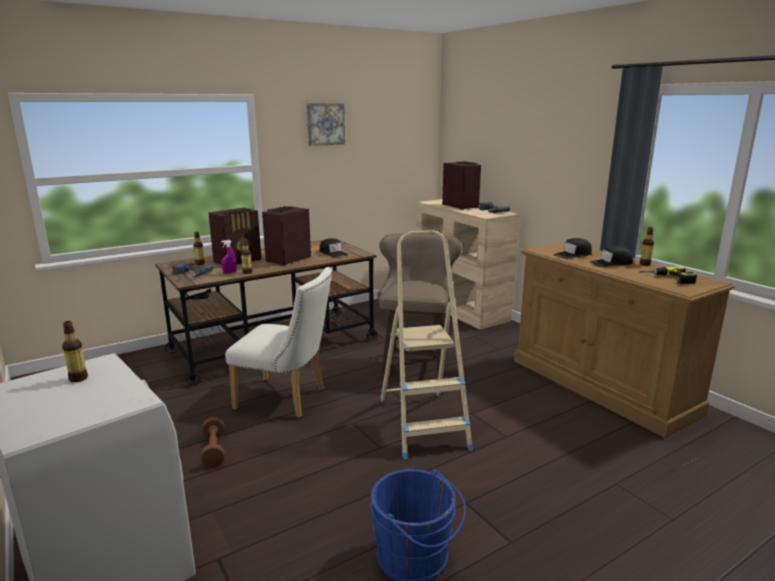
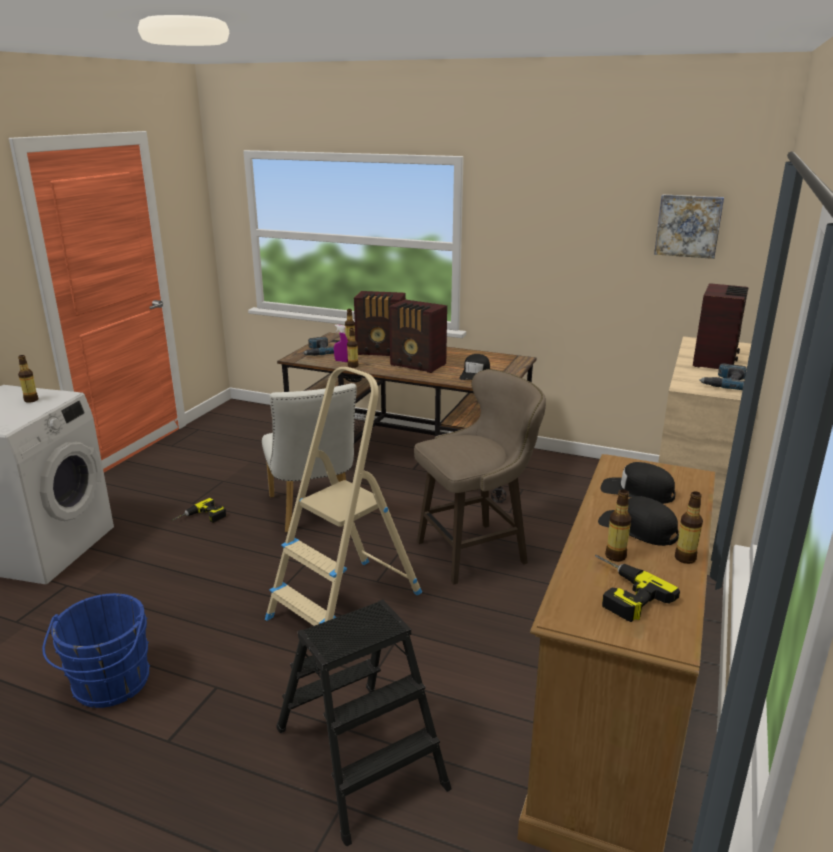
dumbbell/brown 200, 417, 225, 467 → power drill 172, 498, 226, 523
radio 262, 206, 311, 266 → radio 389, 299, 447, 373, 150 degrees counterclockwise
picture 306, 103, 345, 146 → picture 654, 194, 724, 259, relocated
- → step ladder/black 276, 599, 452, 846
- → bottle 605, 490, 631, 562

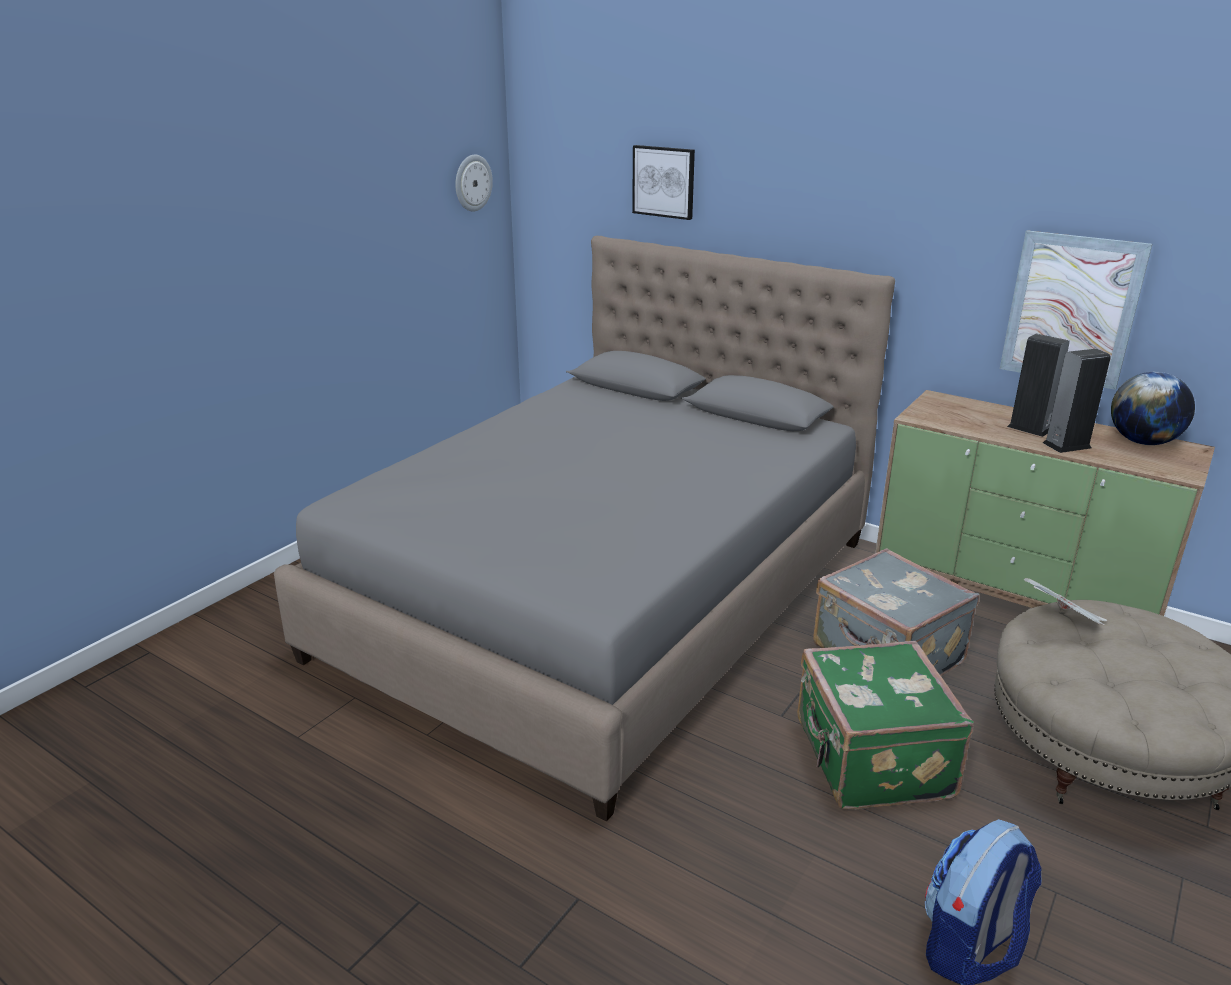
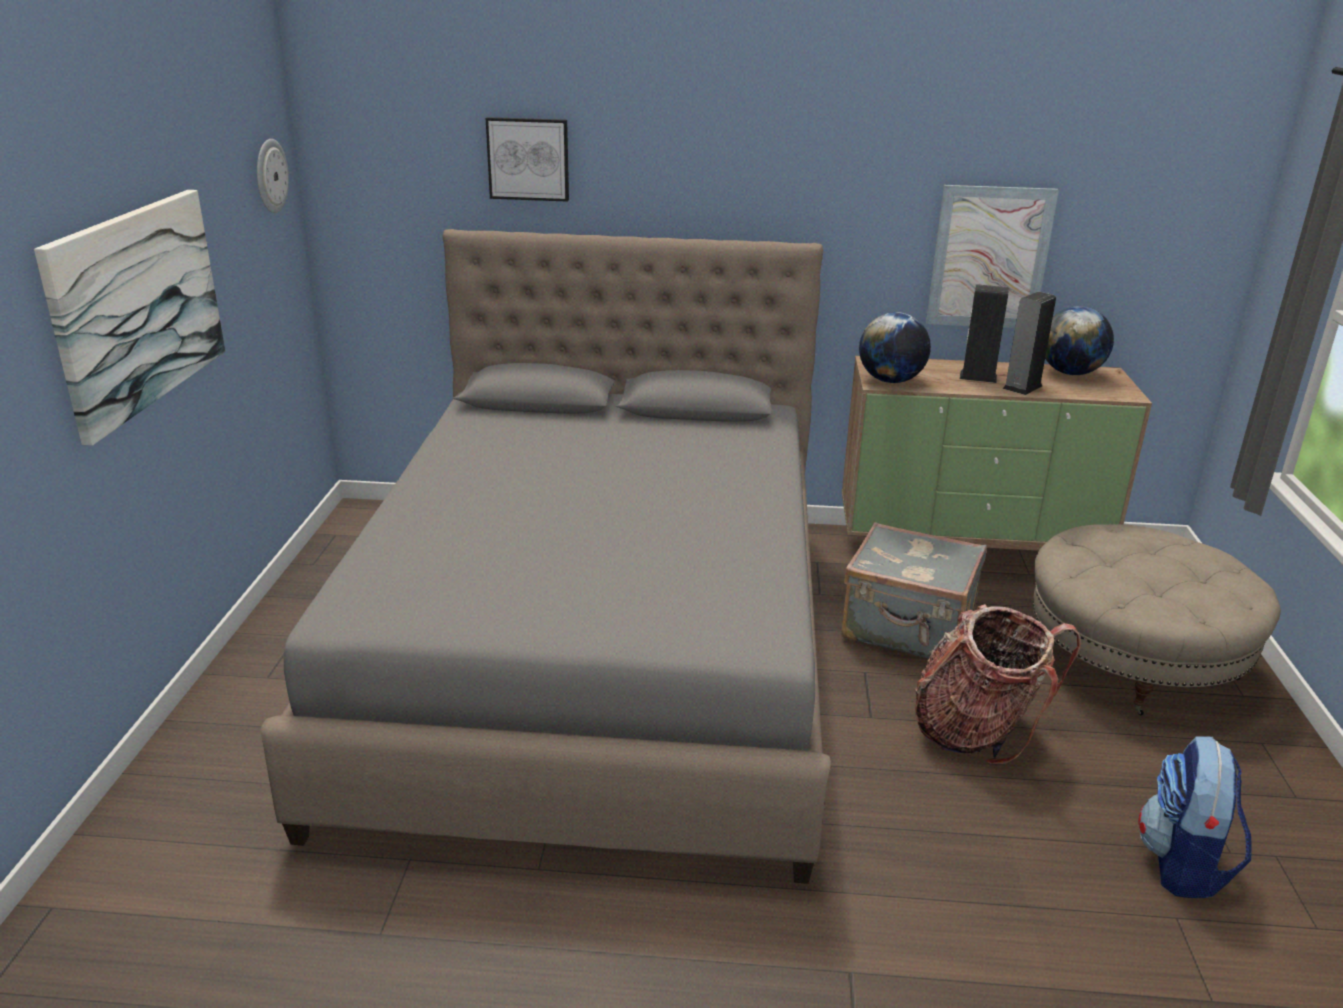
suitcase/green 797, 641, 974, 810 → backpack 915, 604, 1081, 765
newspaper 1024, 578, 1107, 625 → -
- → picture 34, 190, 225, 445
- → globe 859, 312, 931, 383

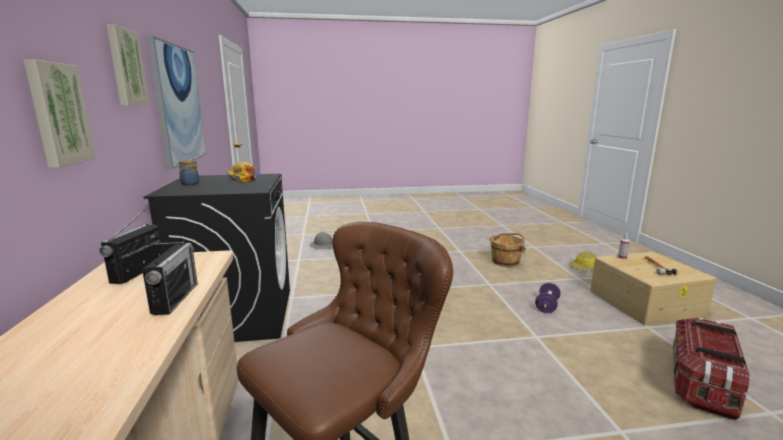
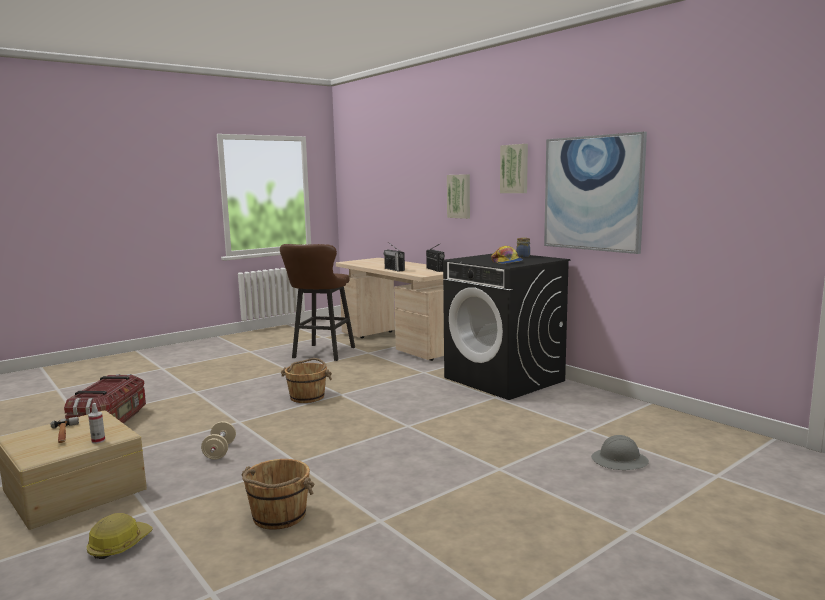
dumbbell/purple 535, 283, 561, 313 → dumbbell/beige 201, 421, 236, 460
- → bucket/brown 281, 358, 332, 403

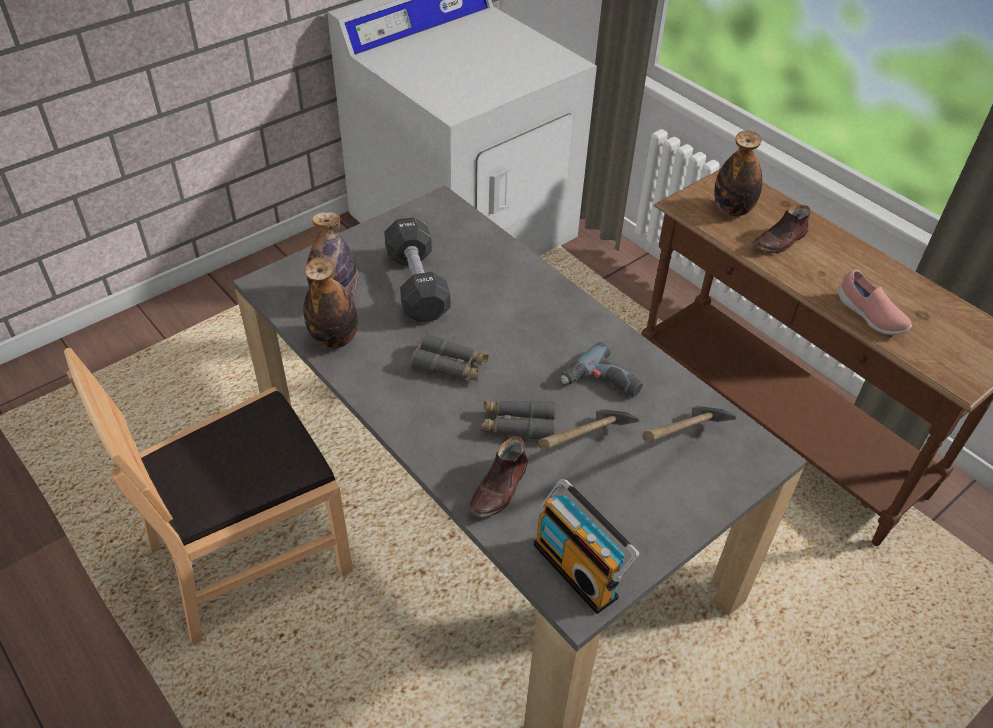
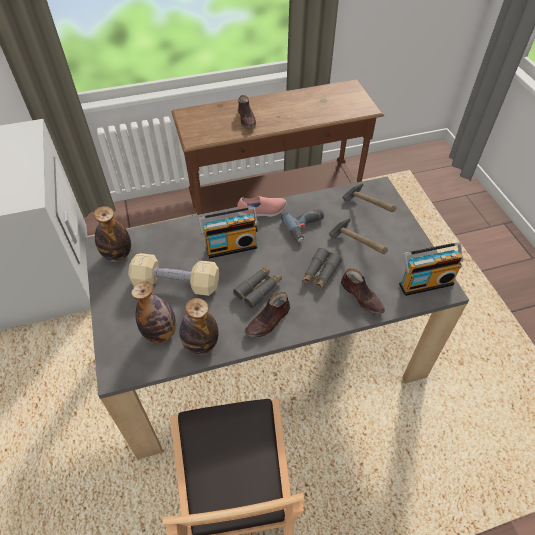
dumbbell/black 384, 217, 450, 322 → dumbbell/beige 128, 253, 219, 296
bottle 714, 130, 762, 216 → bottle 94, 206, 131, 262, relocated
shoe/pink 838, 269, 912, 335 → shoe/pink 237, 196, 286, 217, relocated
- → radio 198, 207, 258, 259
- → shoe/brown 245, 292, 290, 337

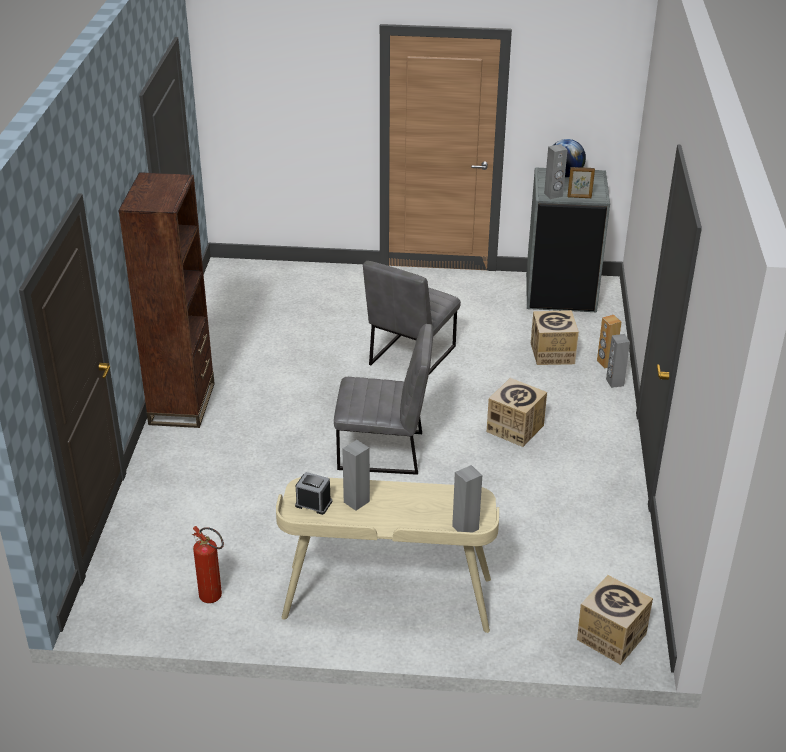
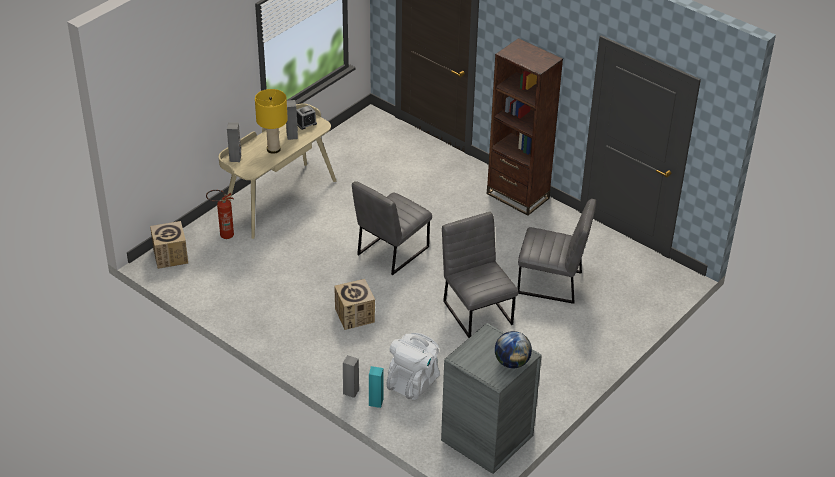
fire extinguisher 192, 526, 224, 603 → fire extinguisher 206, 190, 234, 239, relocated
cardboard box 531, 310, 579, 365 → backpack/white 386, 333, 440, 400
speaker/grey 544, 144, 568, 199 → -
picture frame 567, 167, 595, 198 → -
speaker/brown 597, 315, 621, 369 → speaker/turquoise 369, 366, 383, 408
- → table lamp/yellow 255, 89, 288, 154
- → chair/grey 517, 199, 596, 304

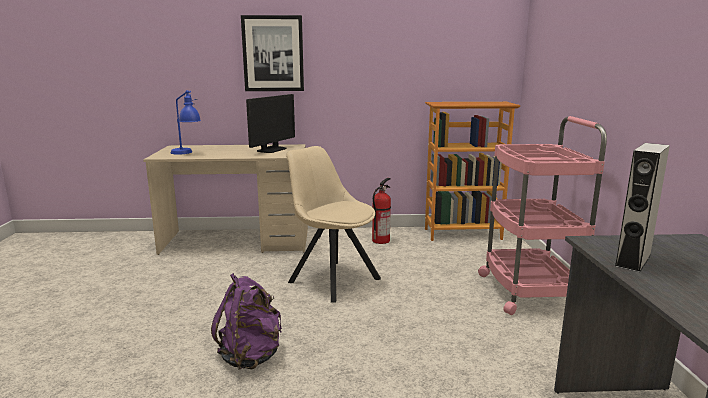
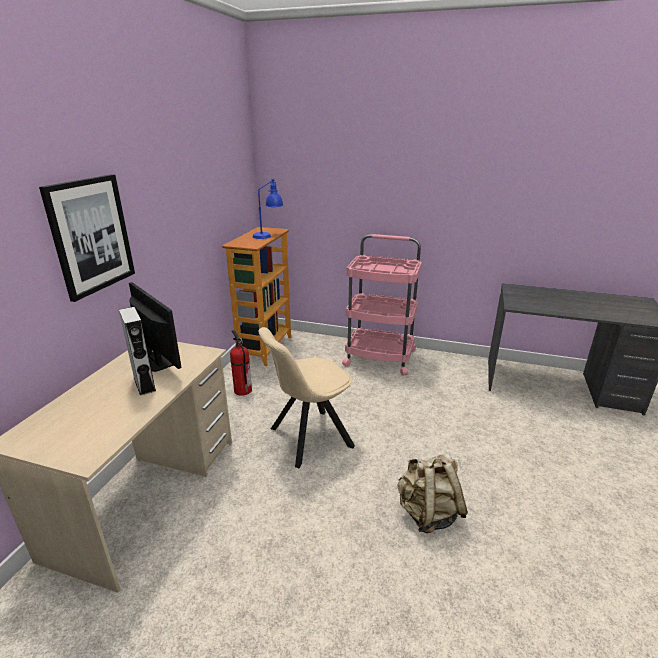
table lamp/blue 171, 90, 201, 155 → table lamp/blue 253, 179, 283, 239, relocated
backpack/purple 211, 273, 282, 369 → backpack/beige 398, 453, 468, 533
speaker/grey 615, 143, 670, 272 → speaker/grey 119, 307, 156, 396, relocated

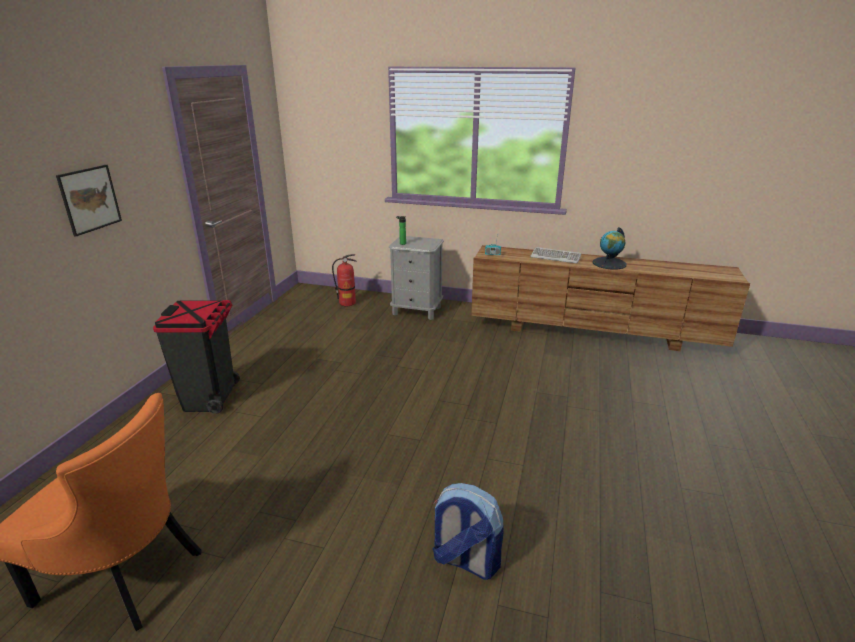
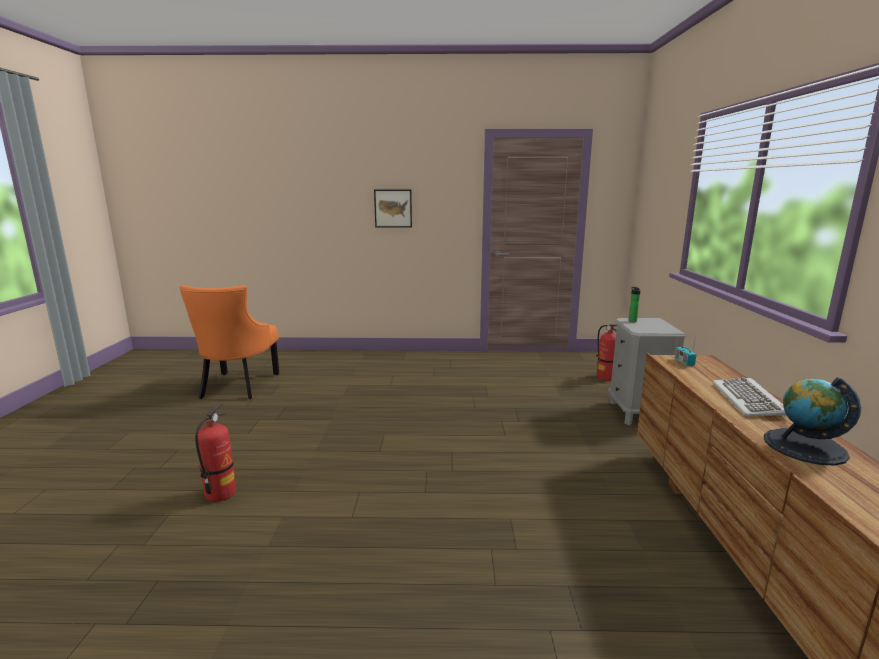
trash can/black 153, 300, 240, 414 → -
backpack 433, 483, 504, 580 → fire extinguisher 195, 403, 236, 502

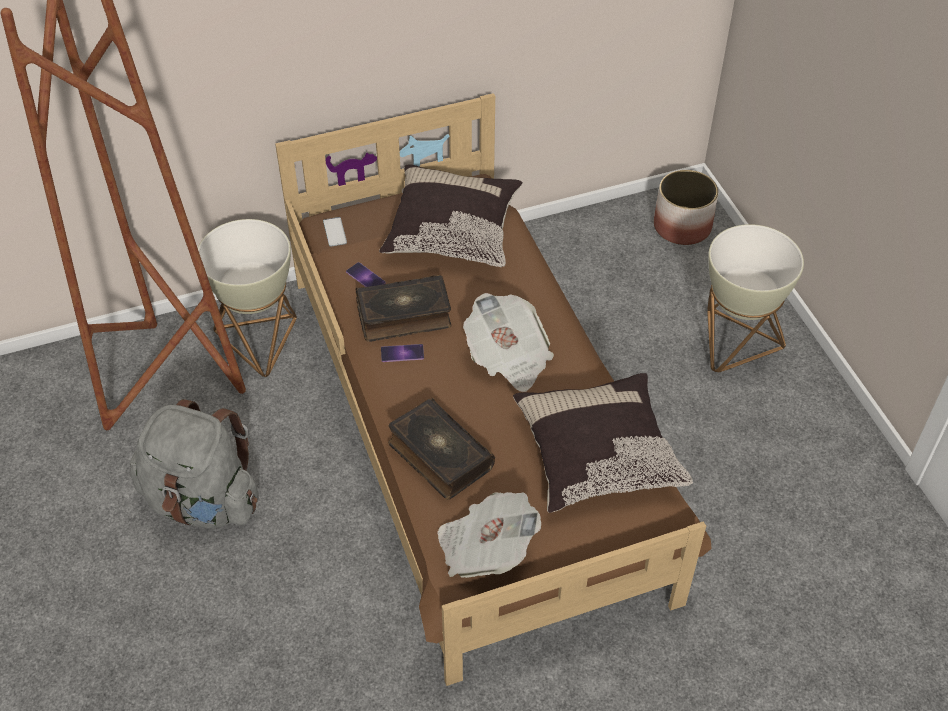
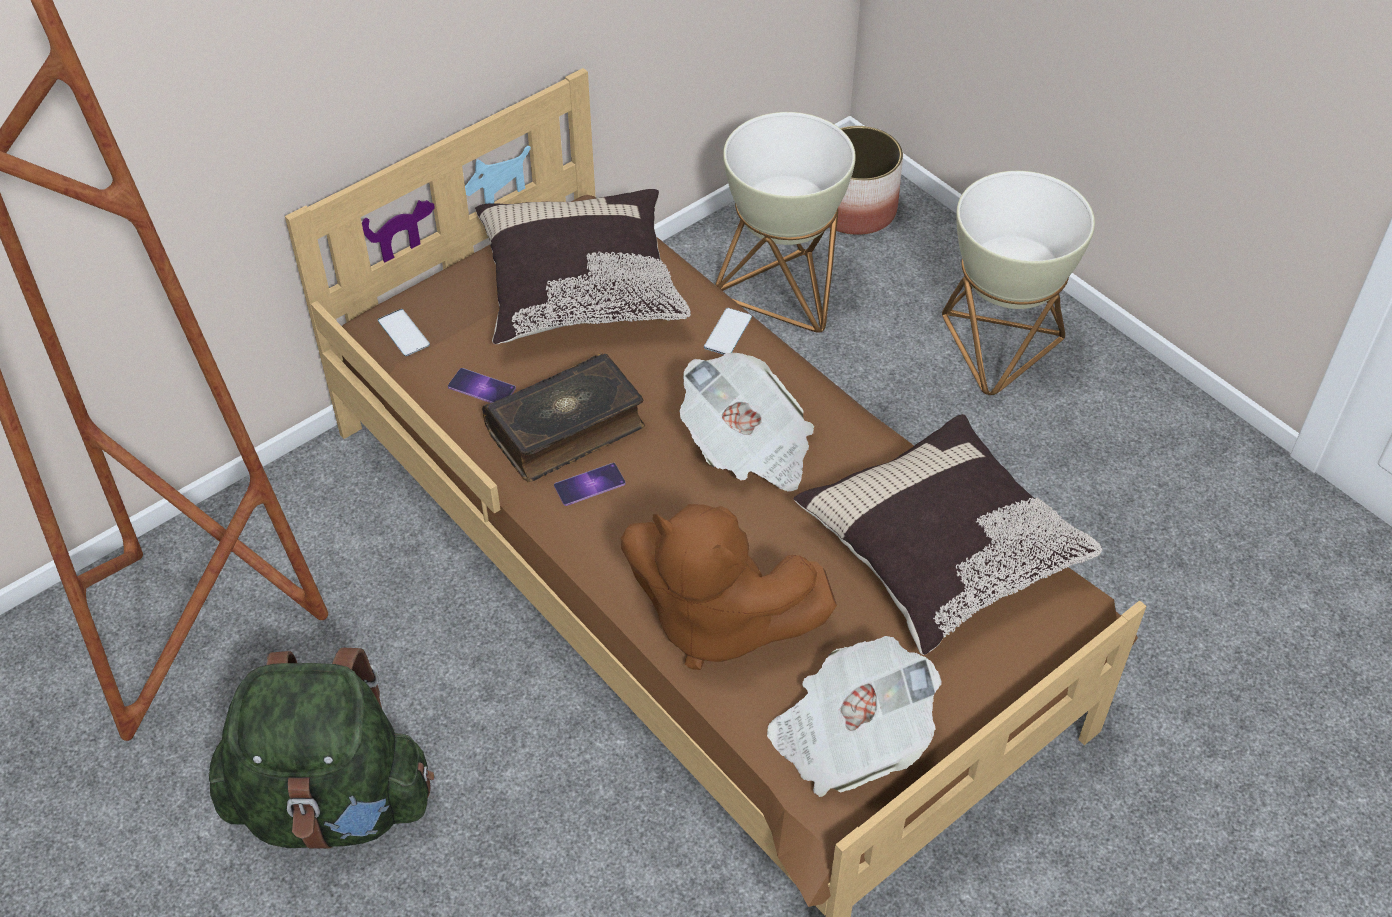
backpack/grey 130, 399, 259, 528 → backpack/green 209, 648, 434, 849
planter 198, 219, 297, 377 → planter 715, 112, 856, 333, relocated
book 388, 398, 495, 500 → plush toy/brown 621, 504, 837, 670
- → phone 704, 308, 752, 355

